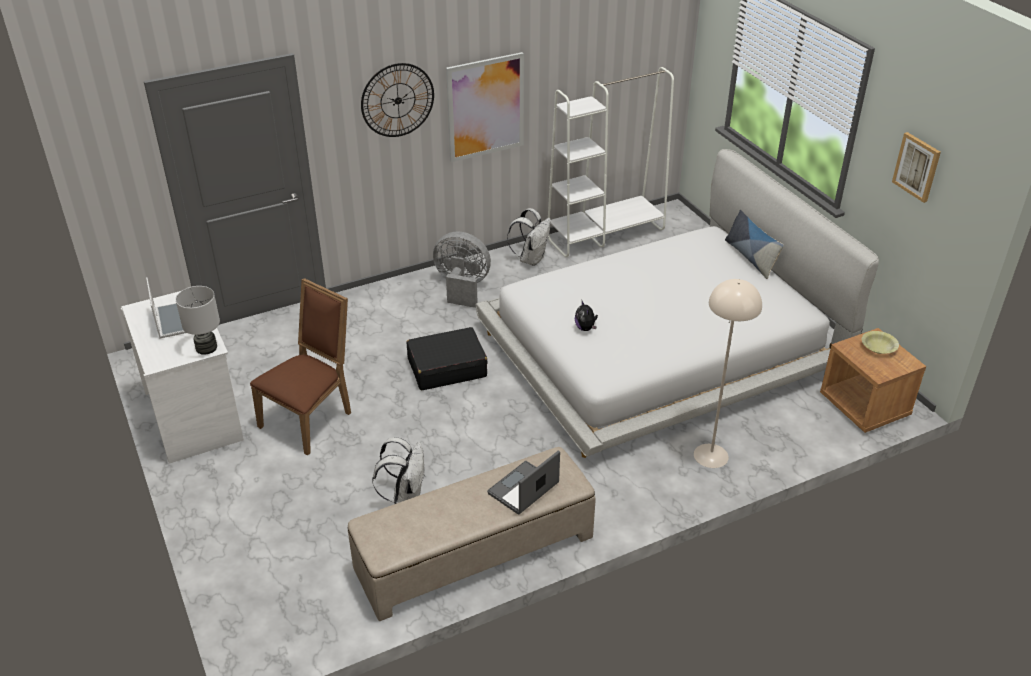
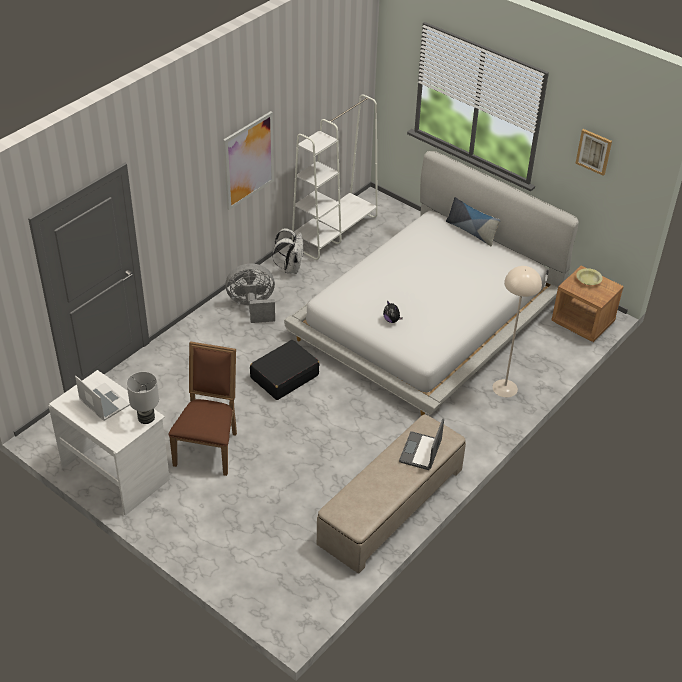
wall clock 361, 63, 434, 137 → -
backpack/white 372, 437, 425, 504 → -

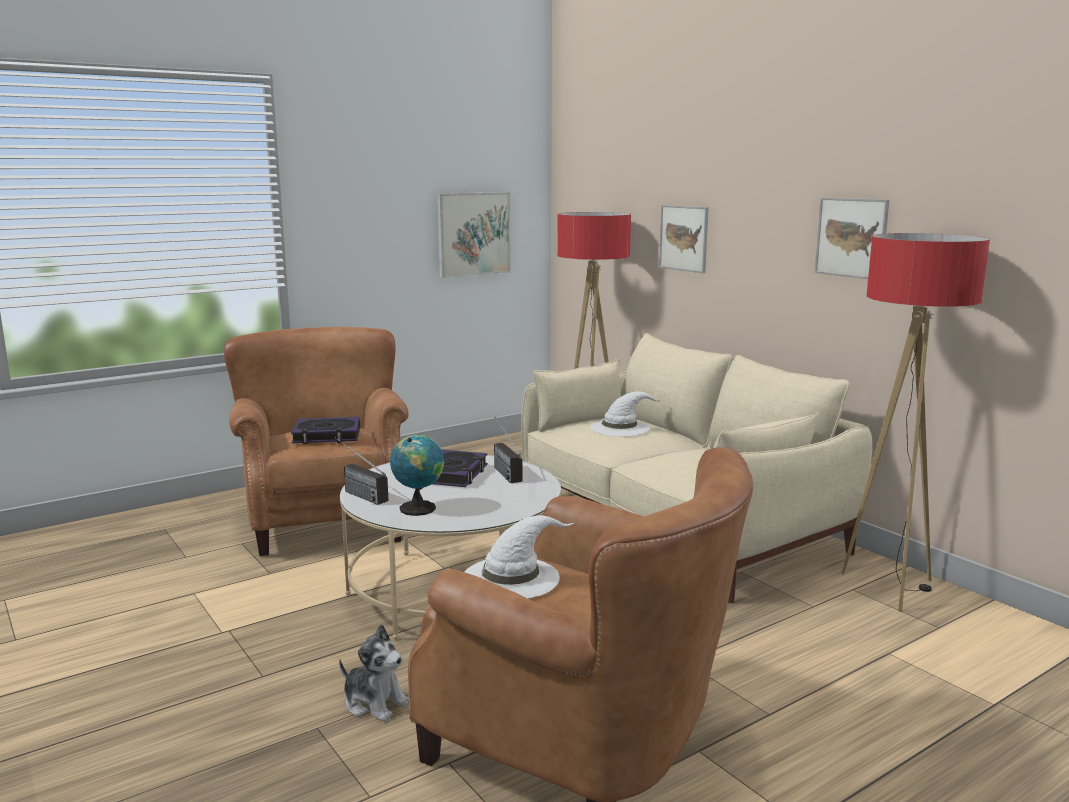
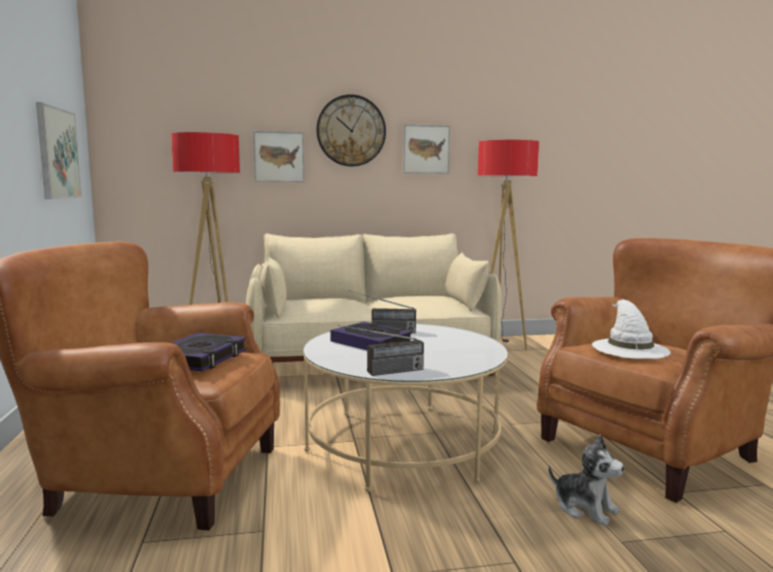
plush toy 339, 624, 409, 722 → plush toy 548, 434, 624, 526, 75 degrees clockwise
globe 390, 435, 444, 516 → -
hat/white 590, 391, 663, 437 → -
- → wall clock 316, 94, 386, 167

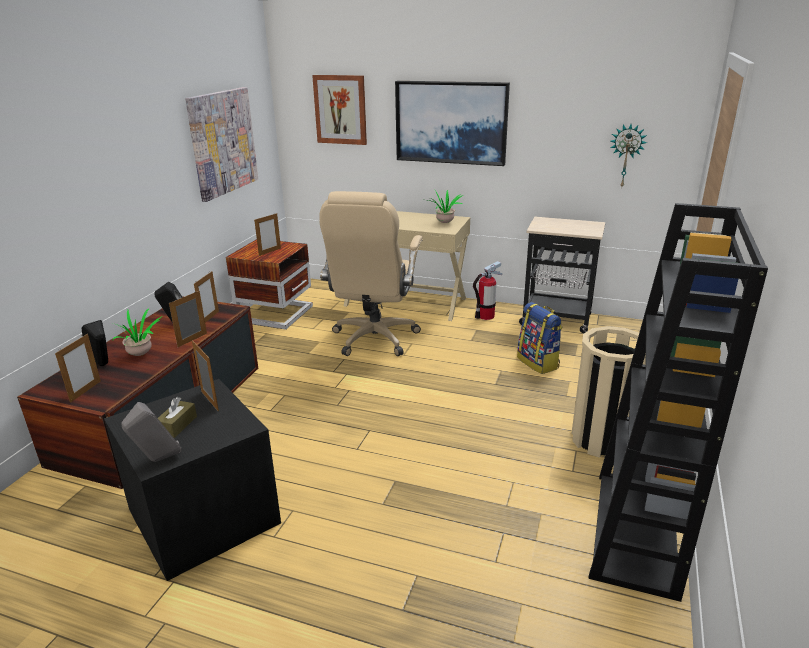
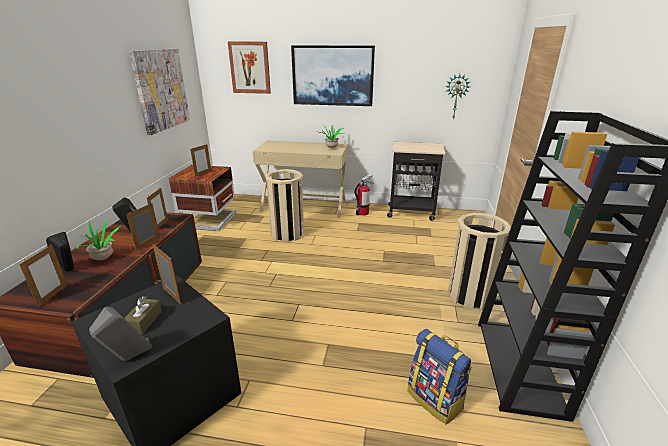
office chair/beige 319, 191, 423, 356 → trash can/beige 265, 169, 304, 242
backpack 517, 302, 563, 374 → backpack 407, 329, 472, 425, relocated

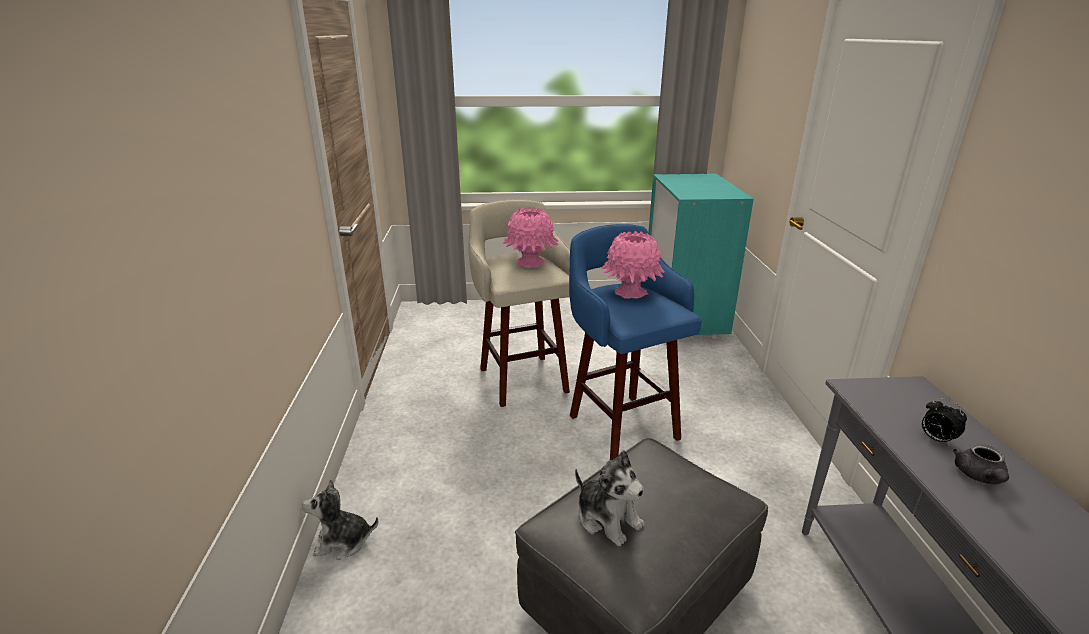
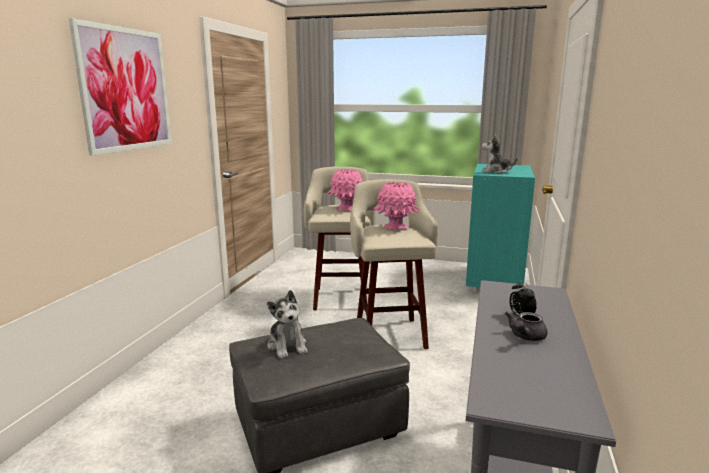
plush toy 302, 479, 378, 560 → plush toy 481, 135, 518, 174, relocated
stool/blue 569, 224, 701, 460 → stool/beige 350, 179, 438, 349
- → picture 69, 18, 172, 156

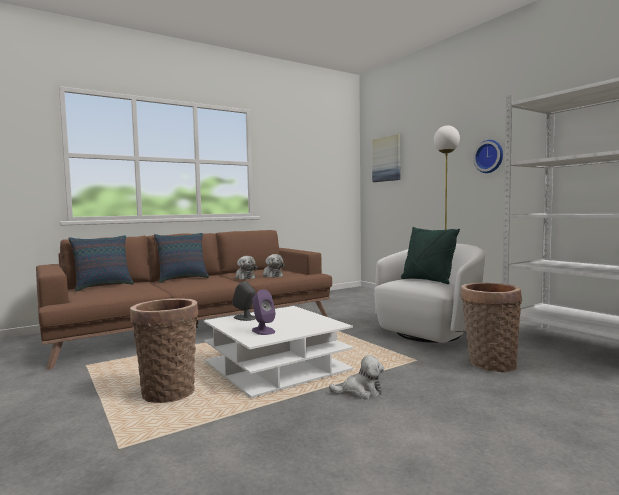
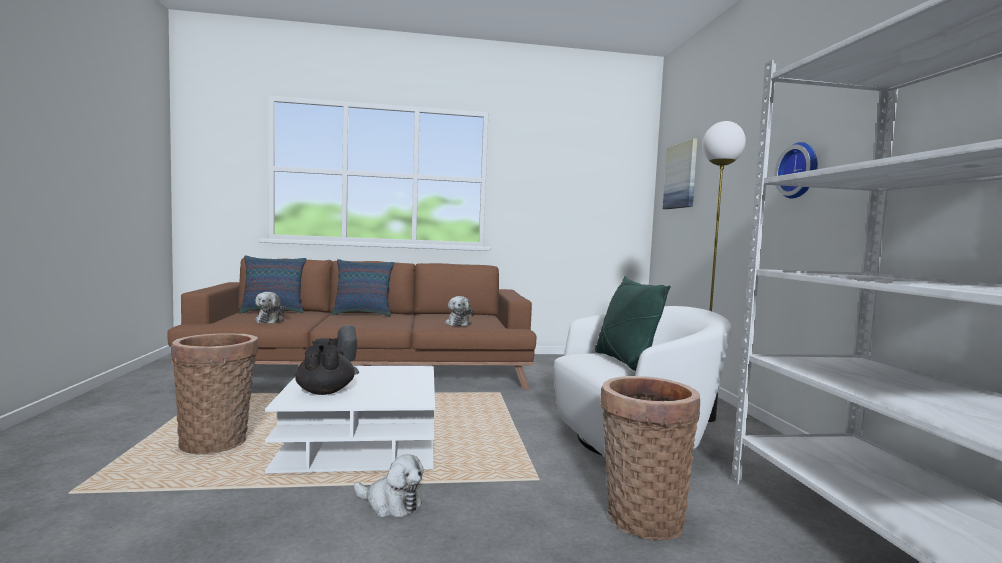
plush toy 235, 256, 257, 280 → plush toy 255, 292, 286, 324, relocated
speaker/purple 252, 290, 276, 335 → teapot/black 295, 338, 355, 395

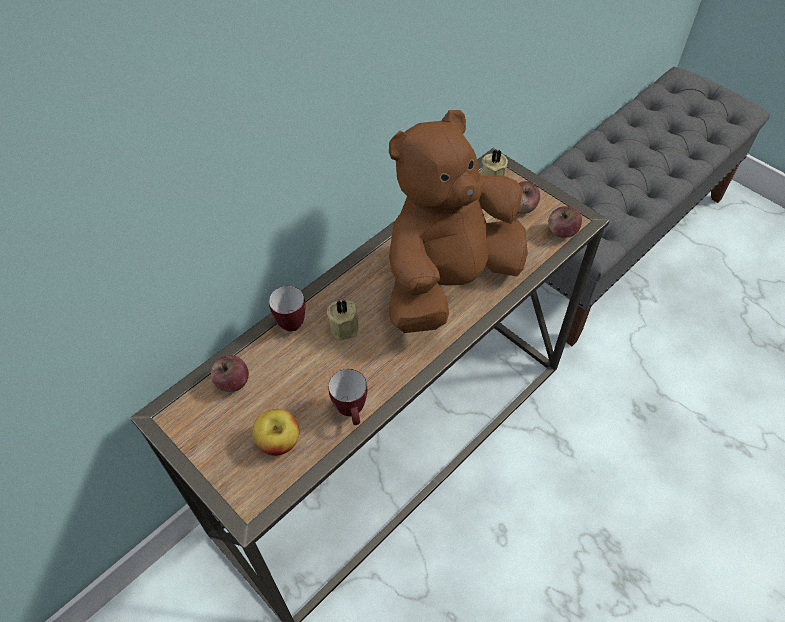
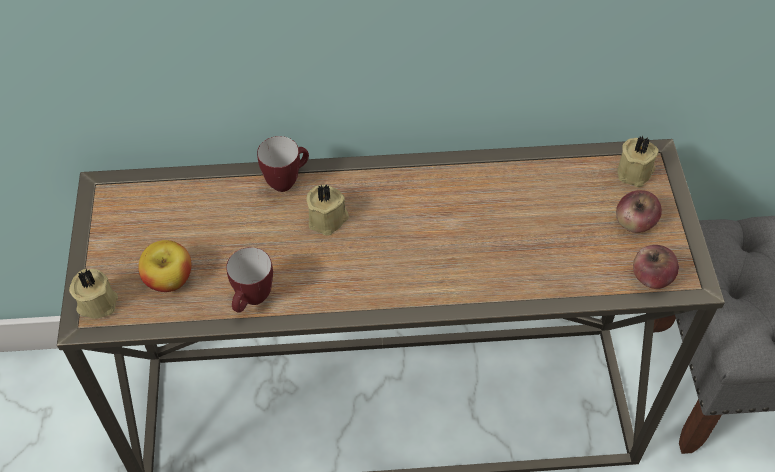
apple 211, 355, 249, 392 → -
plush toy/brown 388, 110, 528, 333 → -
- → candle/beige 69, 269, 118, 319

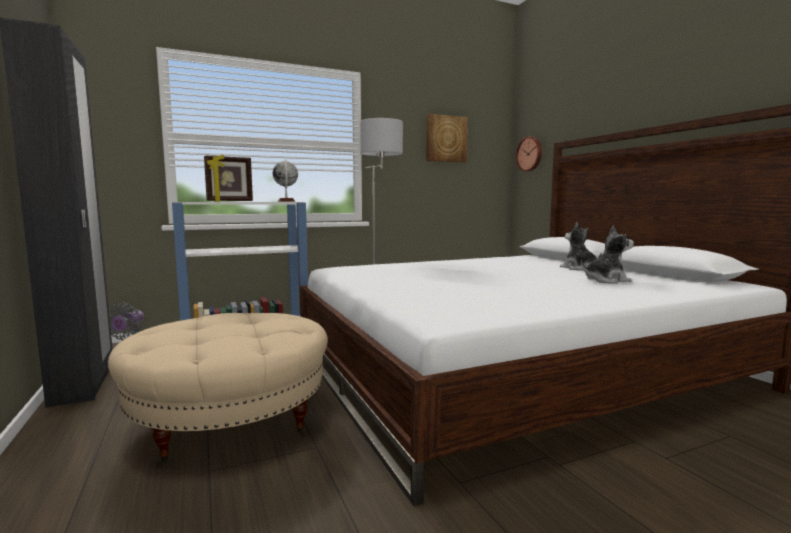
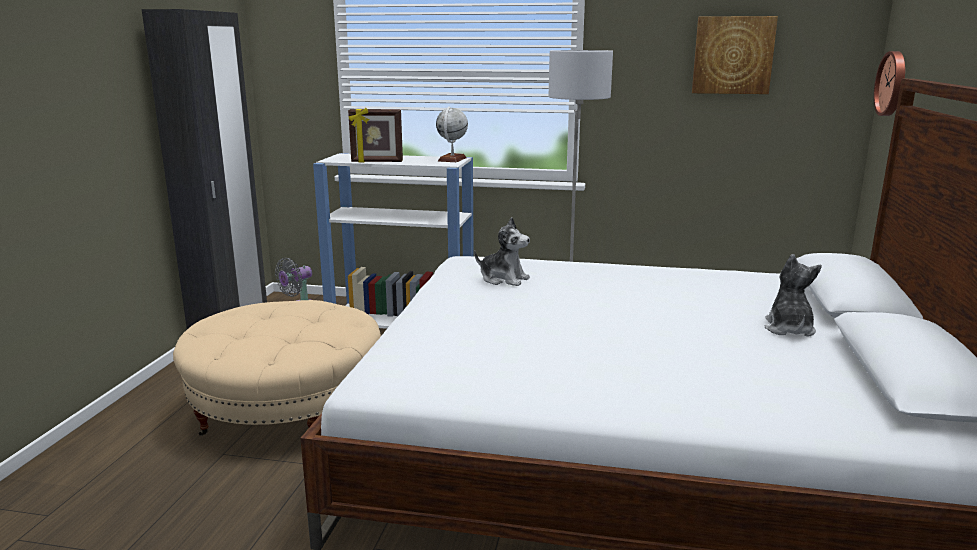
plush toy 581, 226, 634, 284 → plush toy 474, 217, 530, 286, relocated

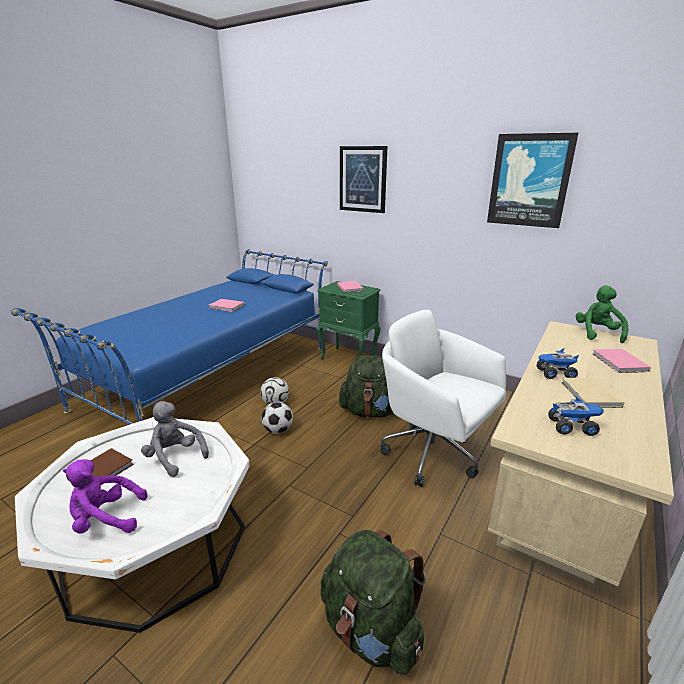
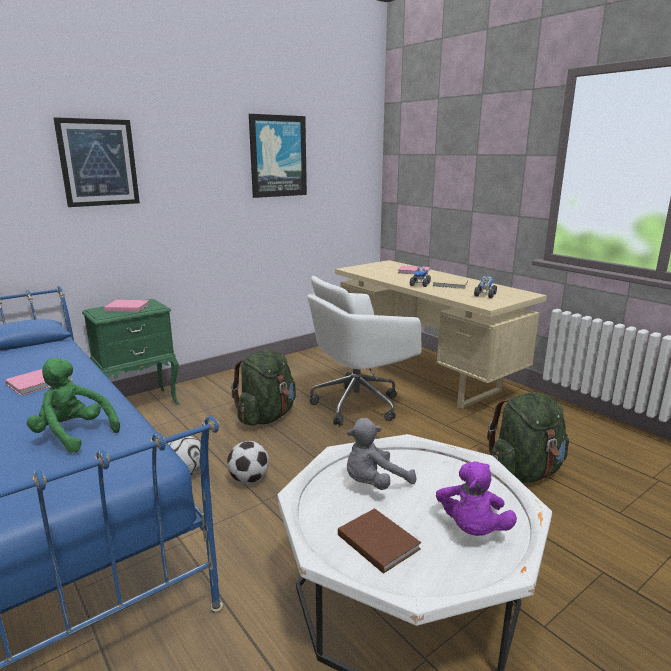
plush toy/green 576, 285, 628, 343 → plush toy/green 27, 358, 120, 453, relocated

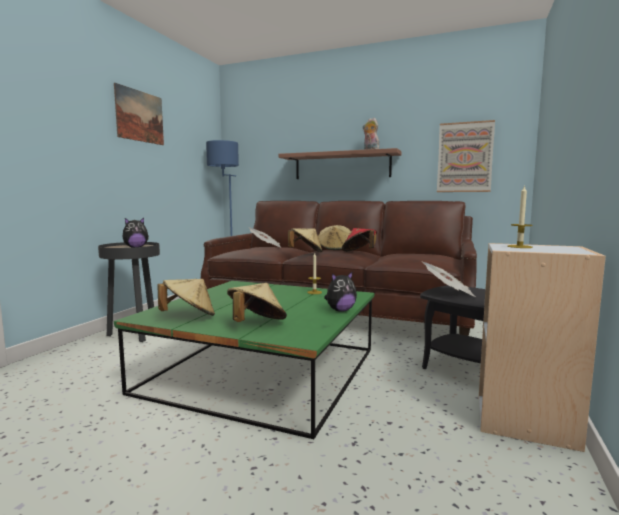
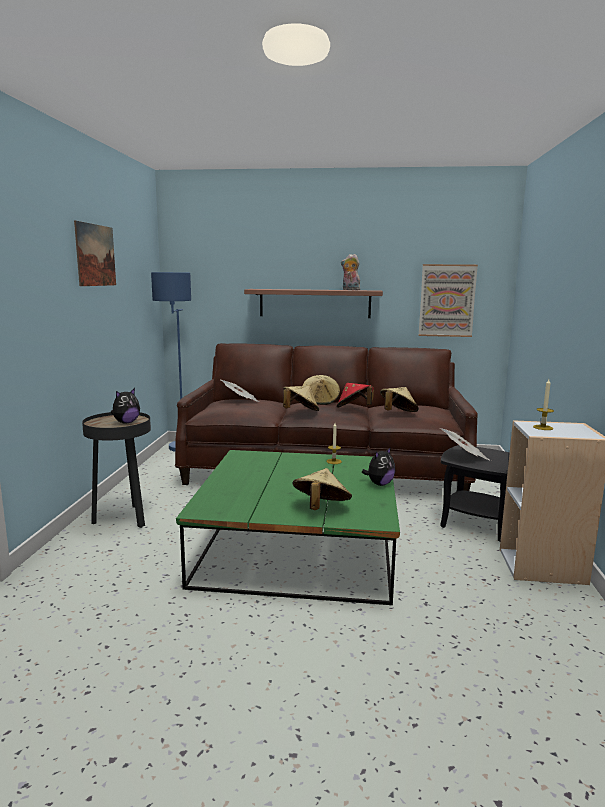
hat/beige 158, 279, 215, 316 → hat/beige 380, 387, 419, 412, relocated

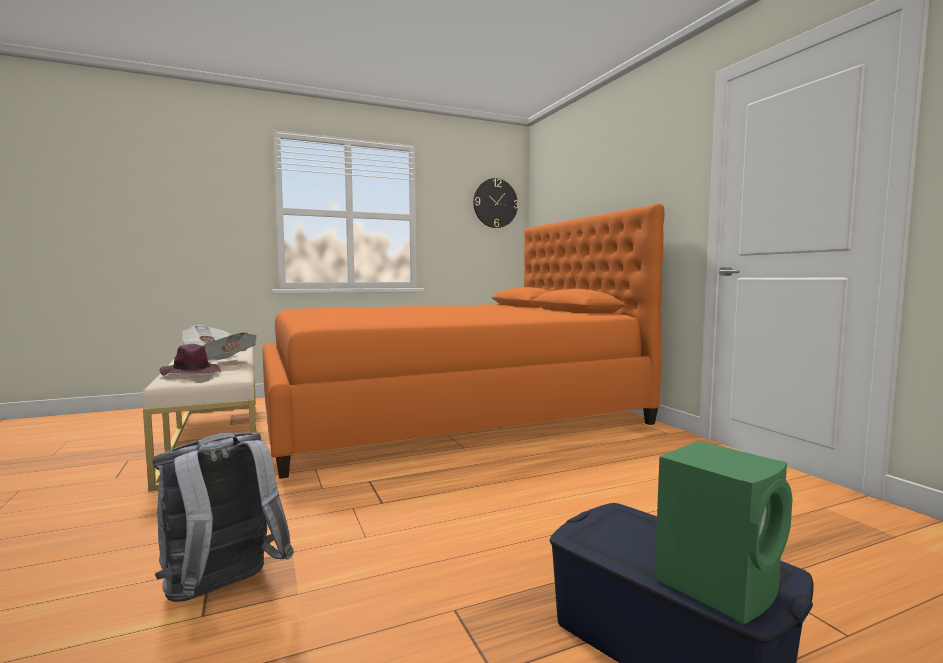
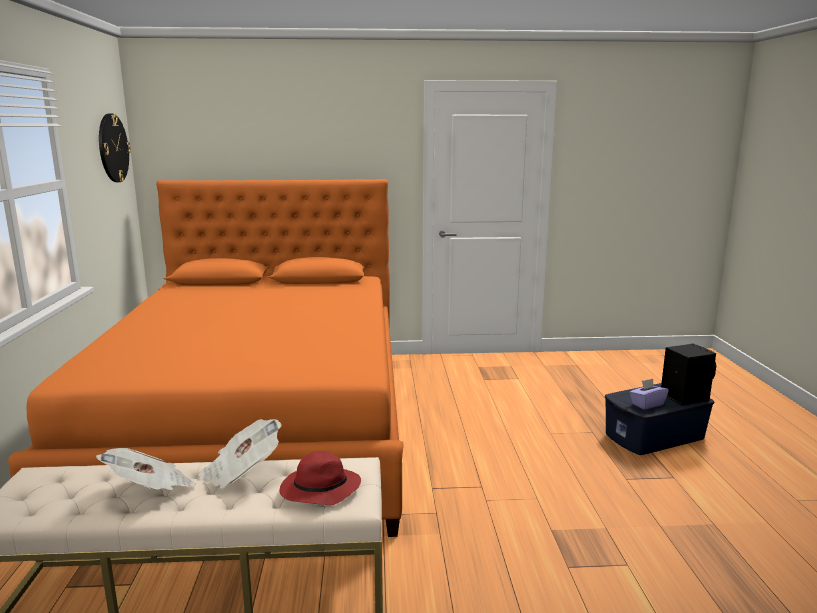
backpack/grey 153, 432, 294, 602 → -
hat/purple 159, 344, 221, 376 → hat/red 280, 451, 361, 505
speaker/green 655, 441, 793, 624 → speaker/black 661, 343, 716, 406
- → tissue box/purple 629, 379, 669, 410

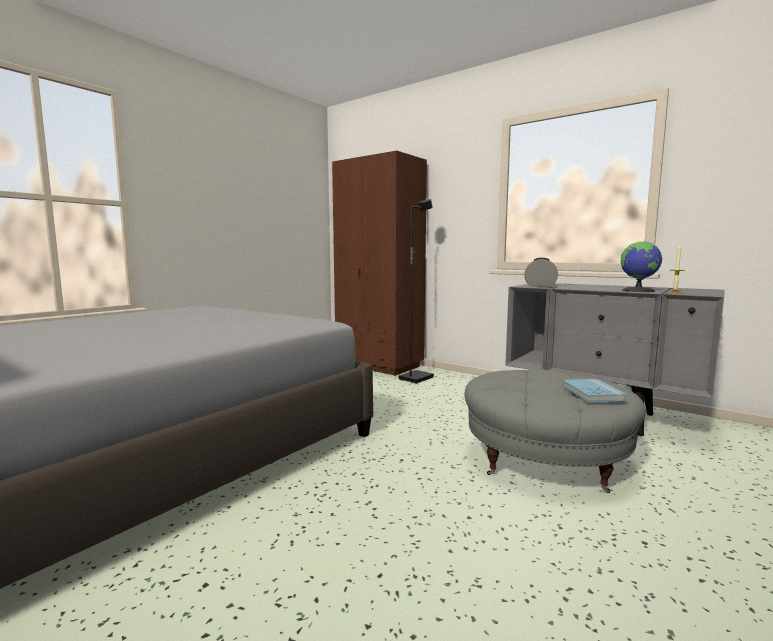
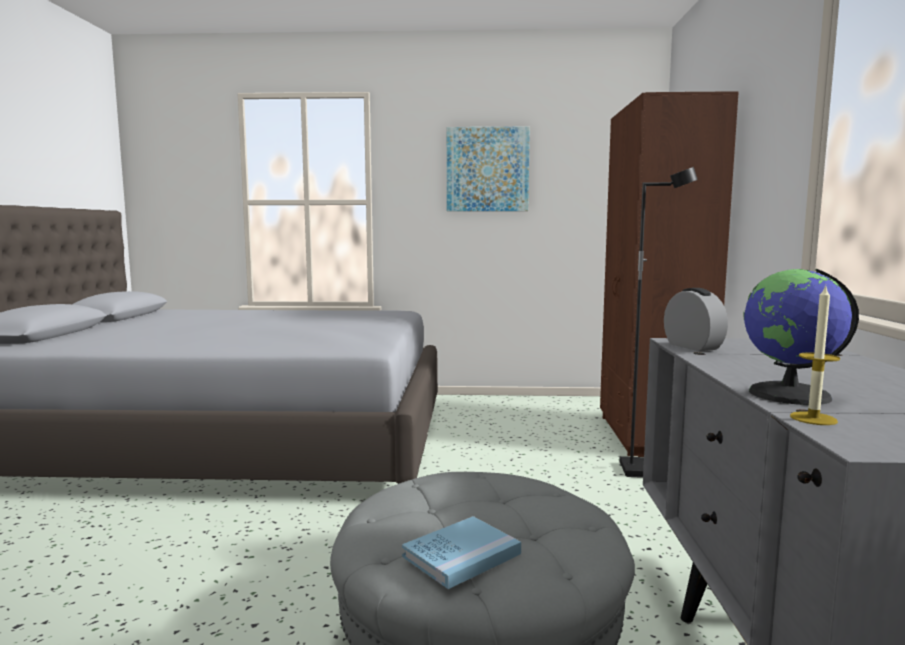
- → picture 447, 127, 530, 211

